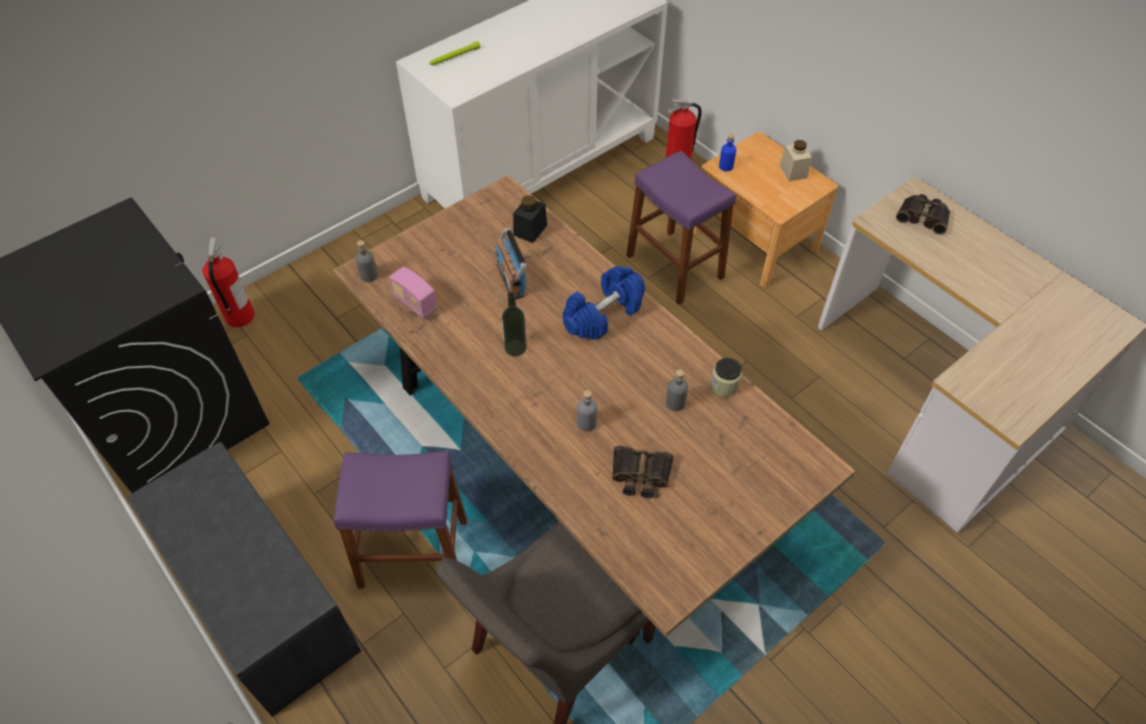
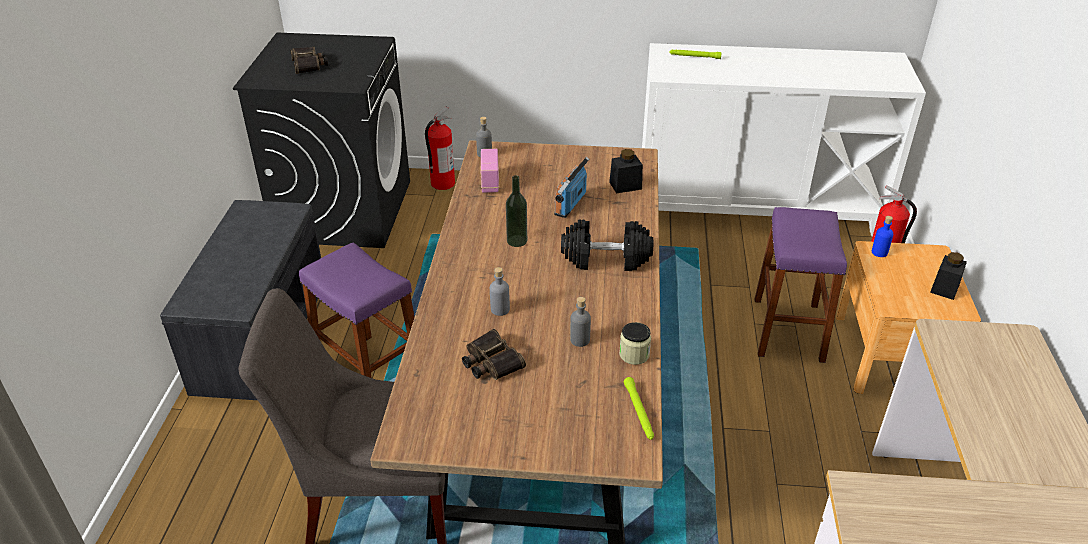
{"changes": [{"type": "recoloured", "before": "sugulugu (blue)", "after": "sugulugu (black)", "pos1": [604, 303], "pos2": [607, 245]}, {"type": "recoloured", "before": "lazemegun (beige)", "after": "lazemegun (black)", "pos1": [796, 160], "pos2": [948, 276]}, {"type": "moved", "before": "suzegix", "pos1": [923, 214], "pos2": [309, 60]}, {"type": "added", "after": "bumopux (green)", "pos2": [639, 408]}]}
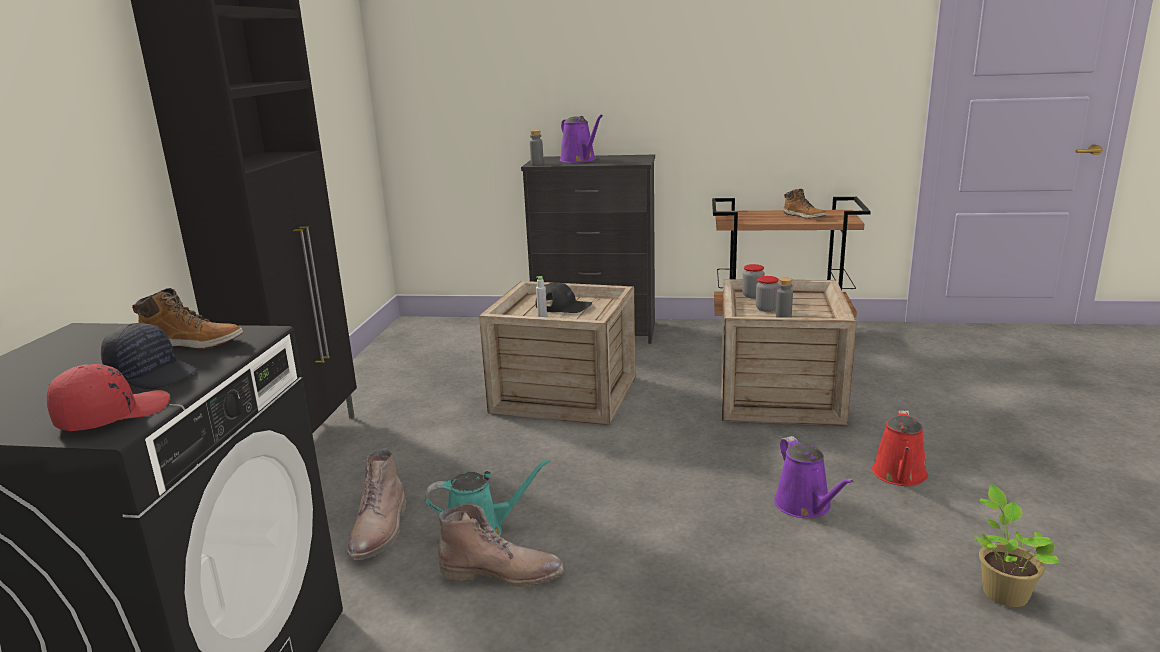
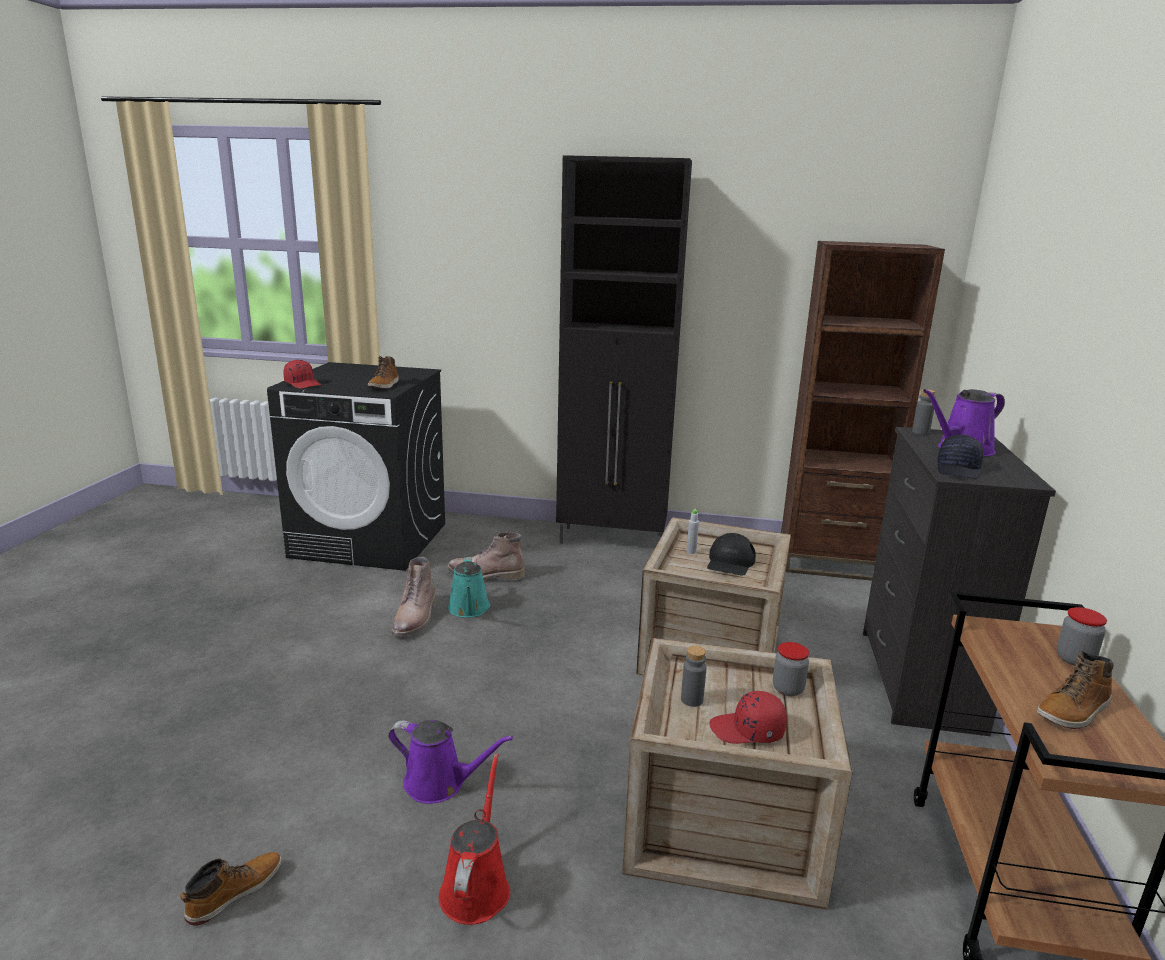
{"changes": [{"type": "moved", "before": "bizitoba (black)", "pos1": [149, 356], "pos2": [960, 457]}, {"type": "moved", "before": "lazemegun", "pos1": [767, 294], "pos2": [1082, 636]}, {"type": "turned", "before": "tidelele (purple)", "pos1": [814, 477], "pos2": [450, 762], "turn": -150}, {"type": "turned", "before": "tidelele (red)", "pos1": [900, 448], "pos2": [474, 839], "turn": 75}, {"type": "replaced", "before": "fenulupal", "after": "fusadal", "pos1": [1016, 545], "pos2": [231, 889]}, {"type": "added", "after": "bizitoba (red)", "pos2": [748, 717]}, {"type": "added", "after": "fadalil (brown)", "pos2": [863, 411]}]}
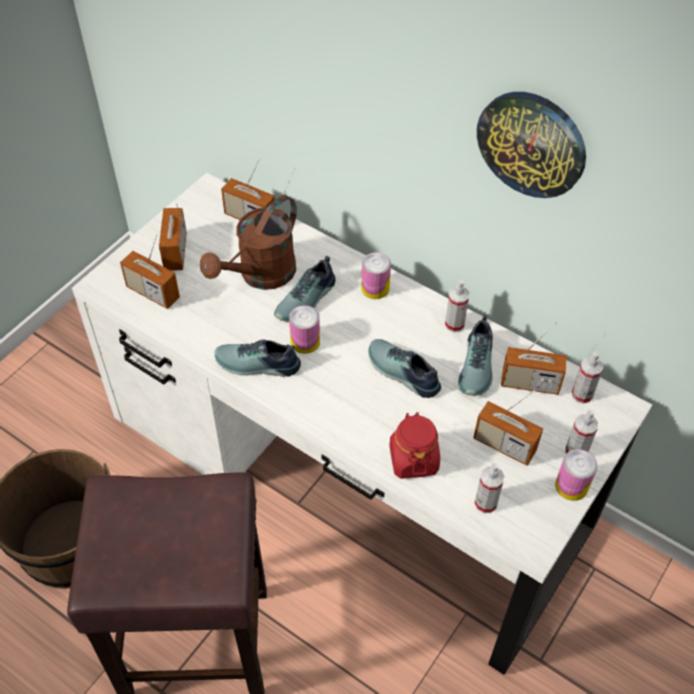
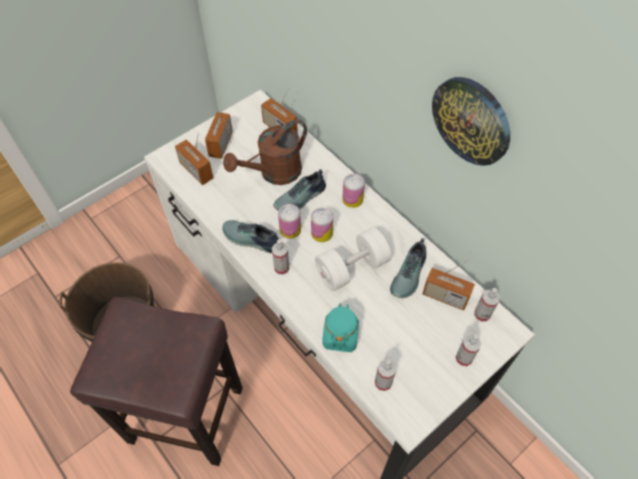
{"changes": [{"type": "replaced", "before": "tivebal", "after": "sugulugu (white)", "pos1": [404, 368], "pos2": [353, 259]}, {"type": "recoloured", "before": "lazemegun (red)", "after": "lazemegun (turquoise)", "pos1": [415, 445], "pos2": [340, 327]}, {"type": "moved", "before": "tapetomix", "pos1": [457, 305], "pos2": [280, 257]}, {"type": "removed", "before": "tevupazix", "pos1": [508, 428]}, {"type": "moved", "before": "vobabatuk", "pos1": [576, 475], "pos2": [322, 225]}]}
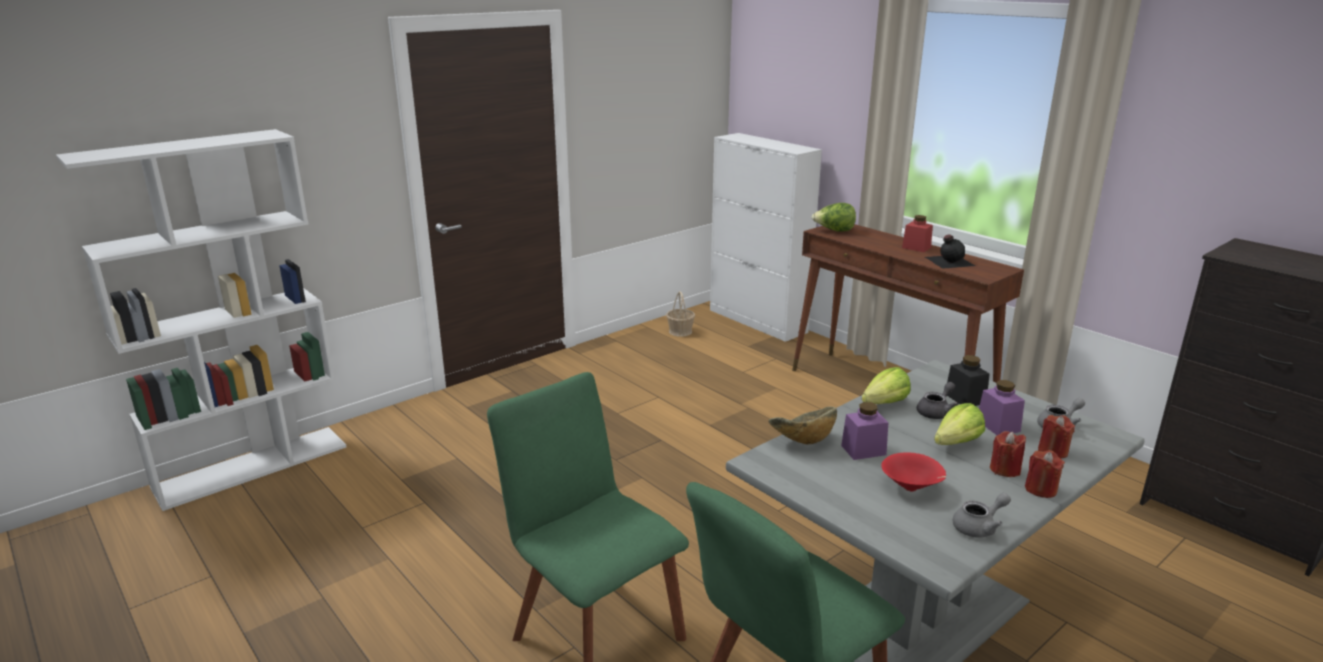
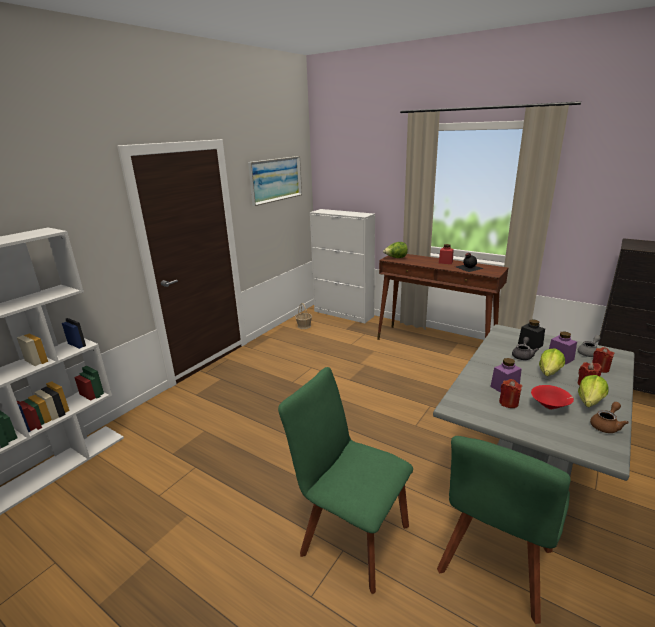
{"changes": [{"type": "removed", "before": "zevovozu", "pos1": [802, 426]}, {"type": "moved", "before": "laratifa", "pos1": [886, 385], "pos2": [593, 391]}, {"type": "recoloured", "before": "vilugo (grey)", "after": "vilugo (brown)", "pos1": [982, 515], "pos2": [609, 417]}, {"type": "moved", "before": "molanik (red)", "pos1": [1045, 474], "pos2": [510, 393]}, {"type": "added", "after": "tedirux", "pos2": [275, 181]}]}
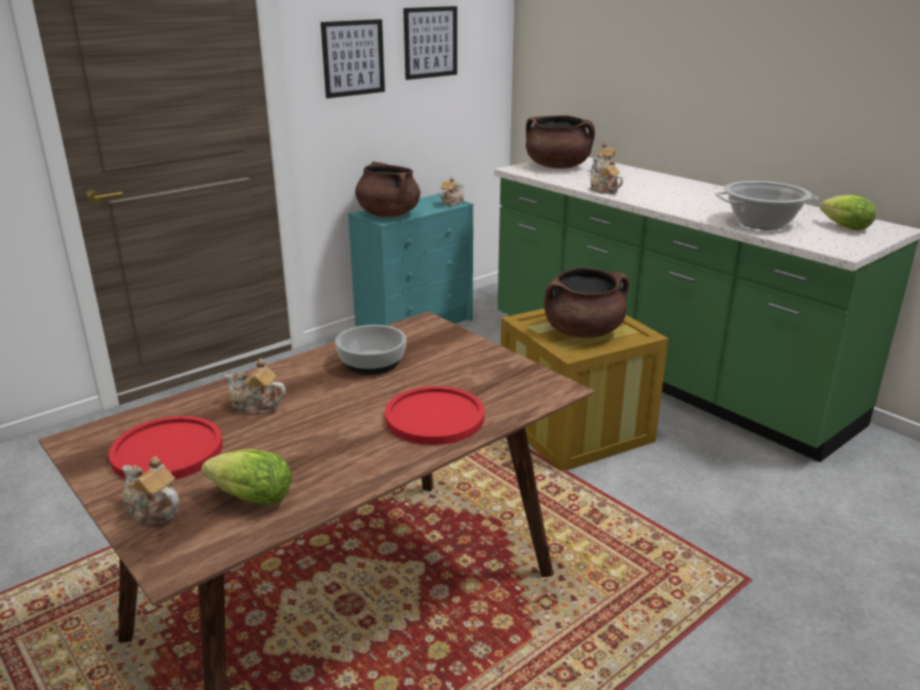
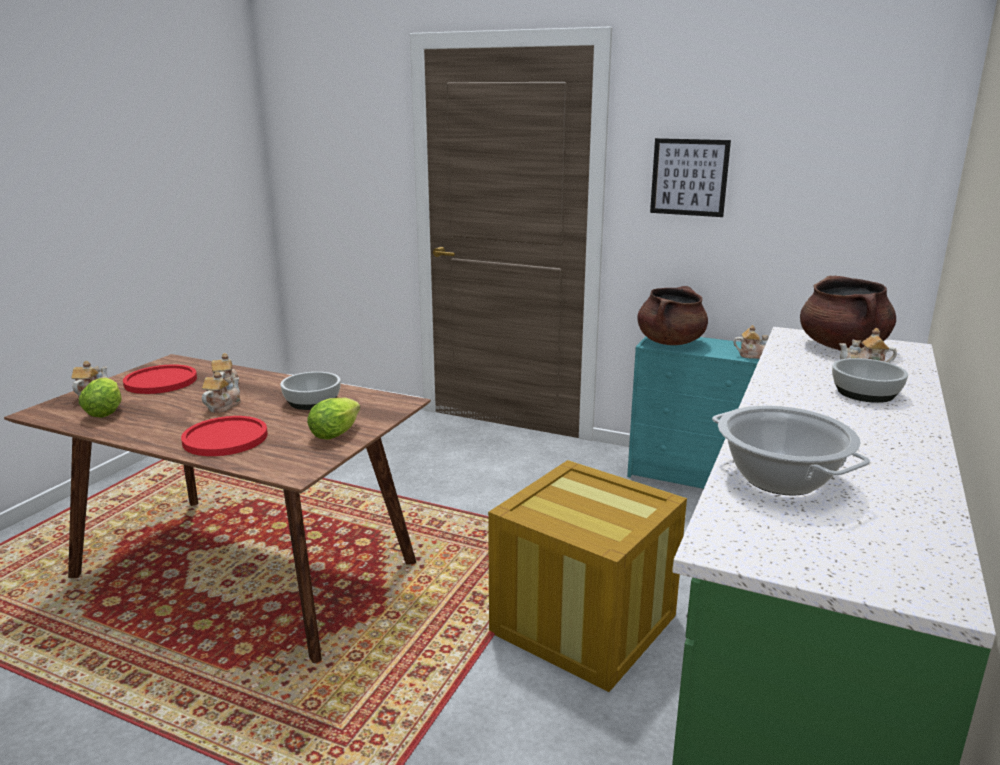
{"changes": [{"type": "removed", "before": "tedirux", "pos1": [430, 43]}, {"type": "removed", "before": "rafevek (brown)", "pos1": [586, 302]}, {"type": "moved", "before": "vilugo", "pos1": [606, 176], "pos2": [221, 392]}, {"type": "moved", "before": "laratifa", "pos1": [848, 213], "pos2": [333, 418]}, {"type": "added", "after": "zevovozu", "pos2": [870, 380]}]}
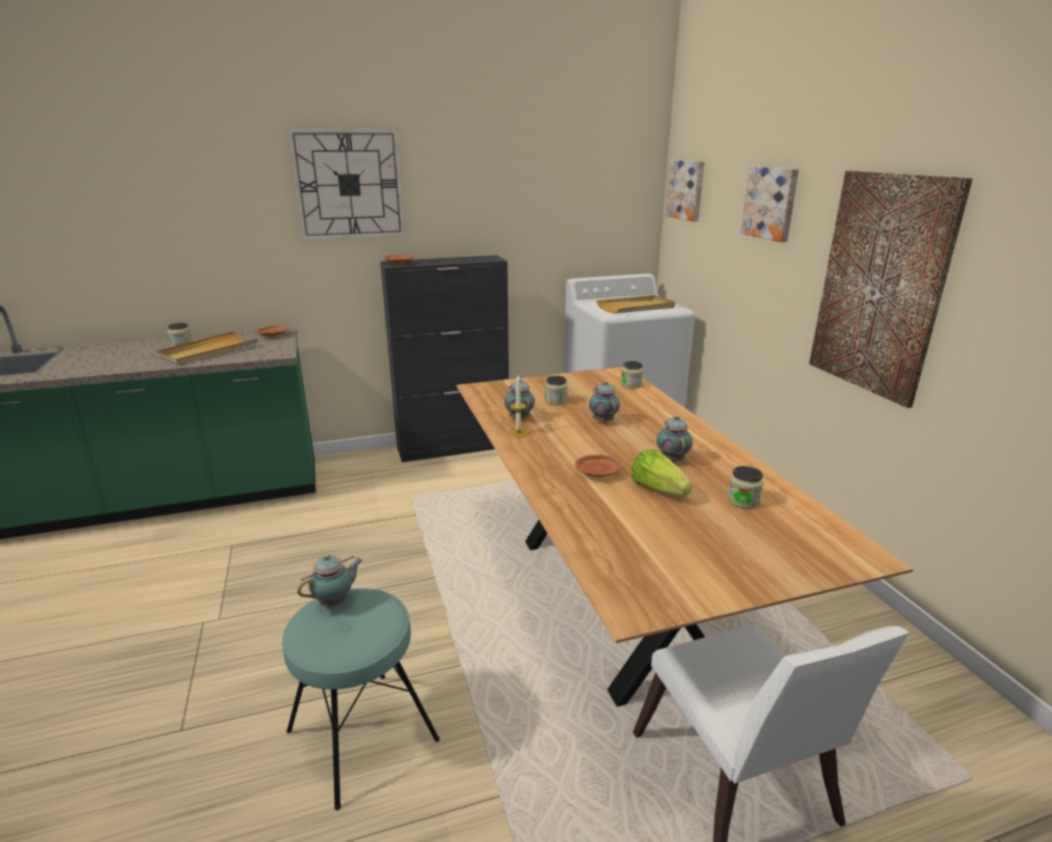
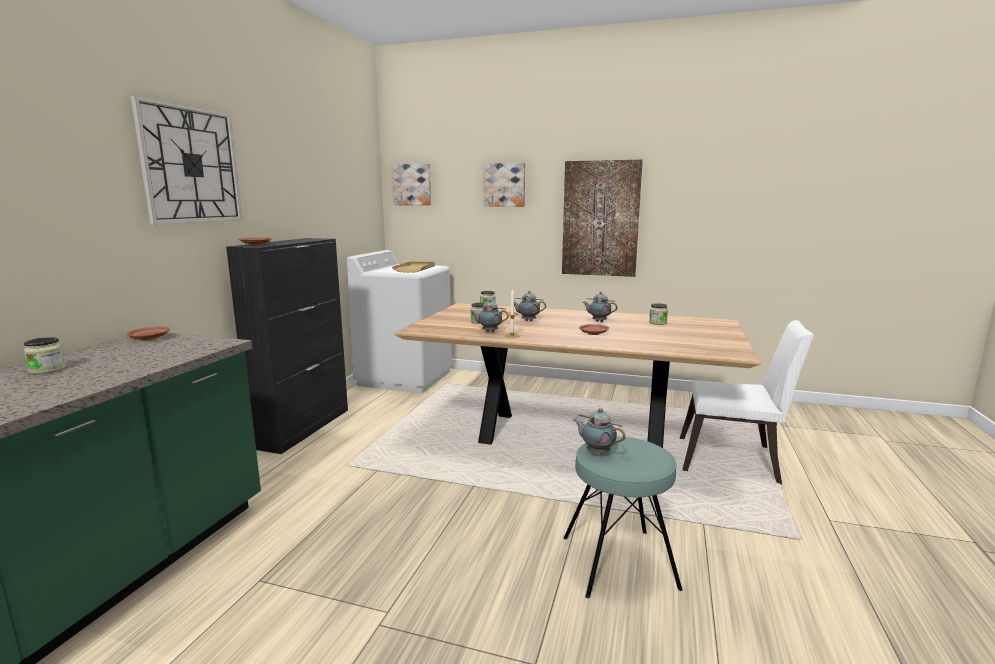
{"changes": [{"type": "removed", "before": "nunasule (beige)", "pos1": [207, 348]}, {"type": "turned", "before": "vilugo", "pos1": [330, 580], "pos2": [599, 431], "turn": -45}, {"type": "removed", "before": "laratifa", "pos1": [661, 472]}]}
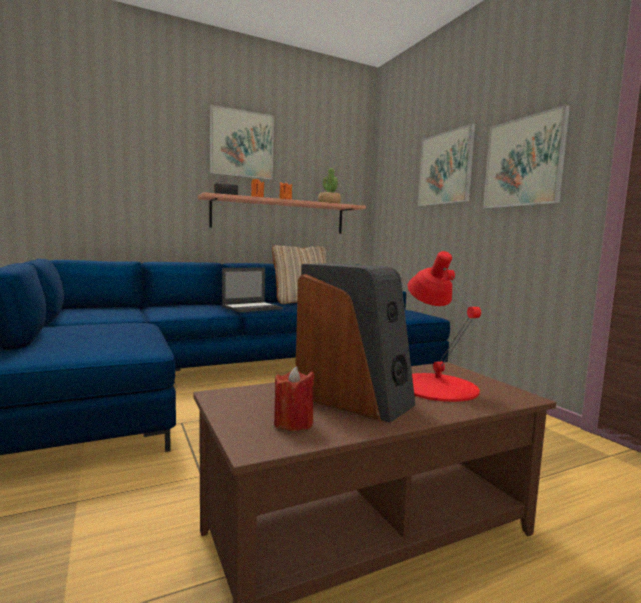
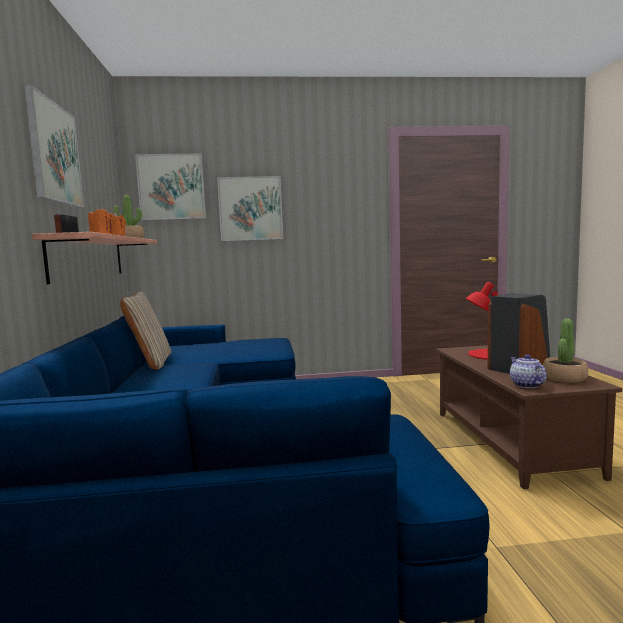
{"changes": [{"type": "removed", "before": "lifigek", "pos1": [252, 290]}, {"type": "replaced", "before": "molanik (red)", "after": "fenulupal", "pos1": [294, 398], "pos2": [565, 350]}, {"type": "moved", "before": "tedirux", "pos1": [526, 157], "pos2": [170, 186]}, {"type": "added", "after": "vilugo", "pos2": [528, 371]}]}
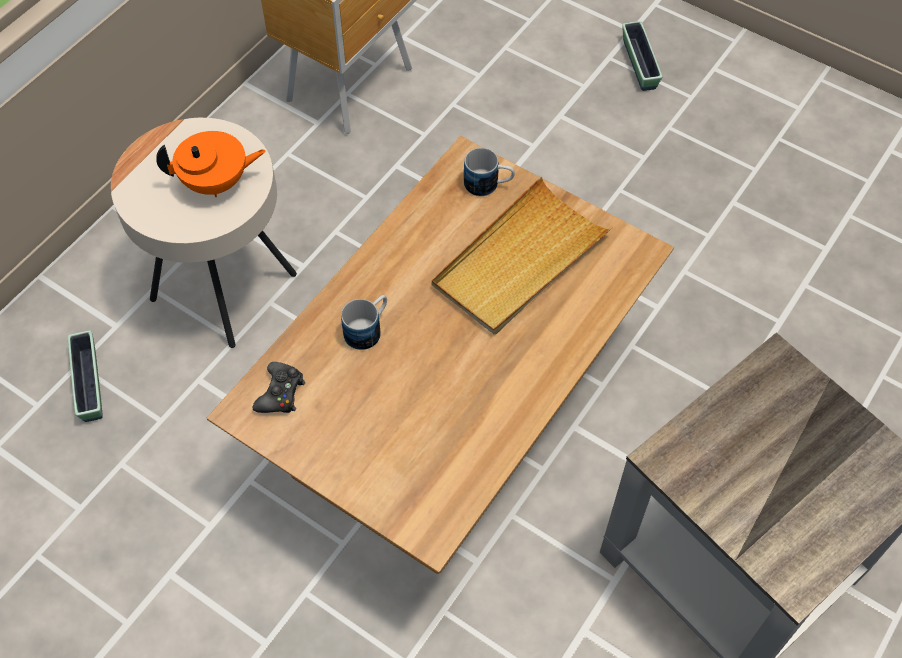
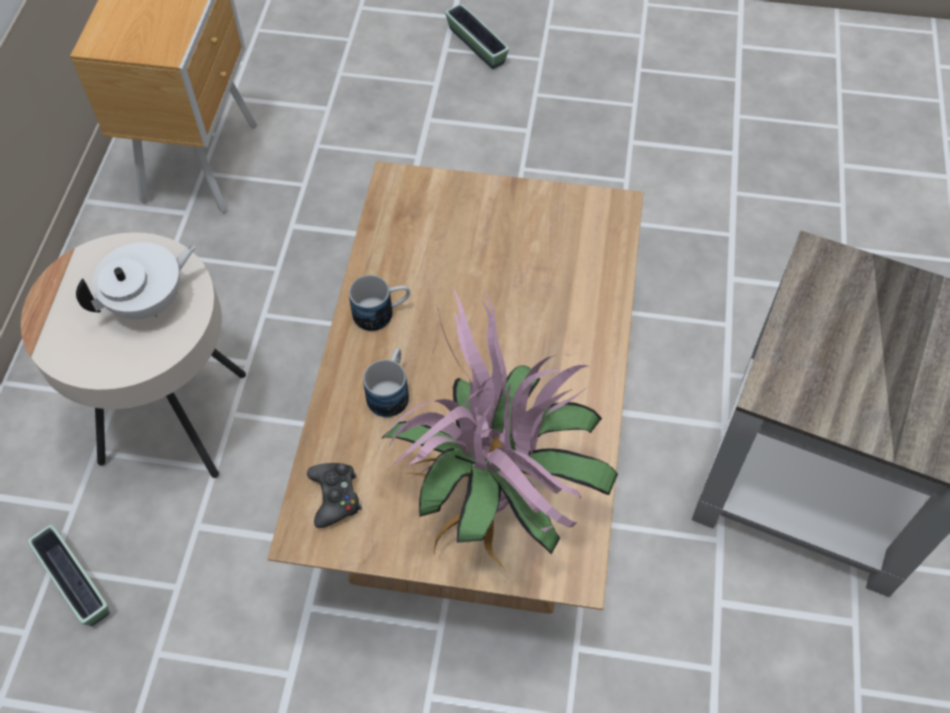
{"changes": [{"type": "recoloured", "before": "vilugo (orange)", "after": "vilugo (white)", "pos1": [211, 164], "pos2": [136, 280]}, {"type": "removed", "before": "nunasule (beige)", "pos1": [522, 256]}, {"type": "moved", "before": "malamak", "pos1": [489, 172], "pos2": [379, 303]}, {"type": "added", "after": "fenulupal", "pos2": [499, 427]}]}
